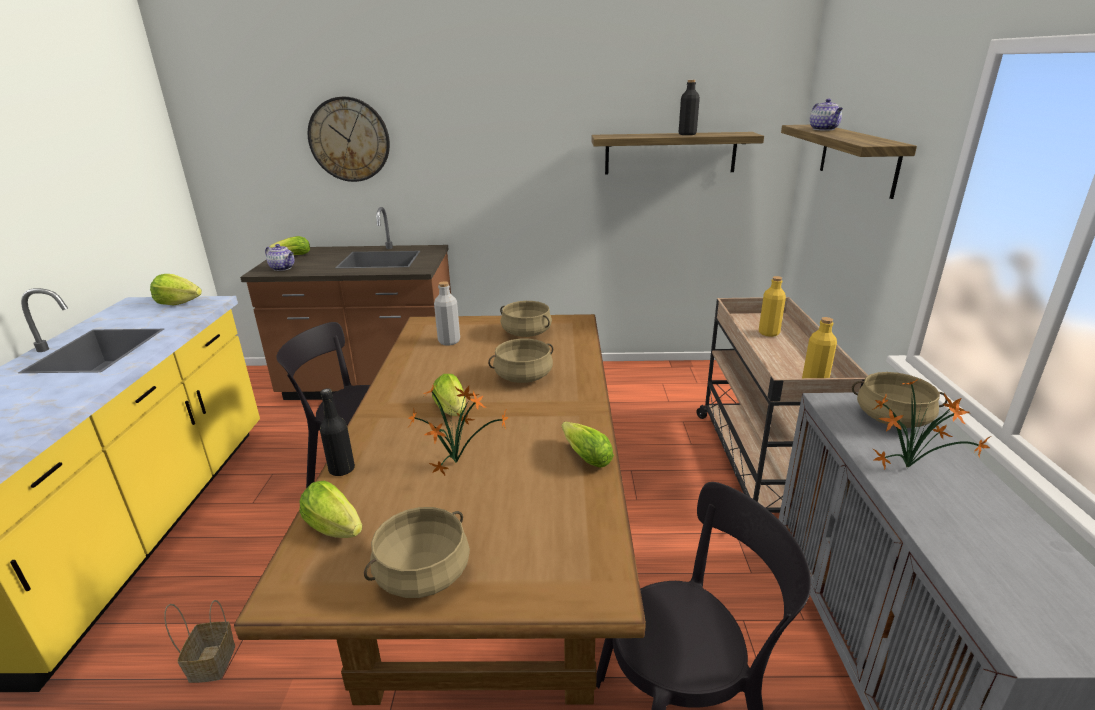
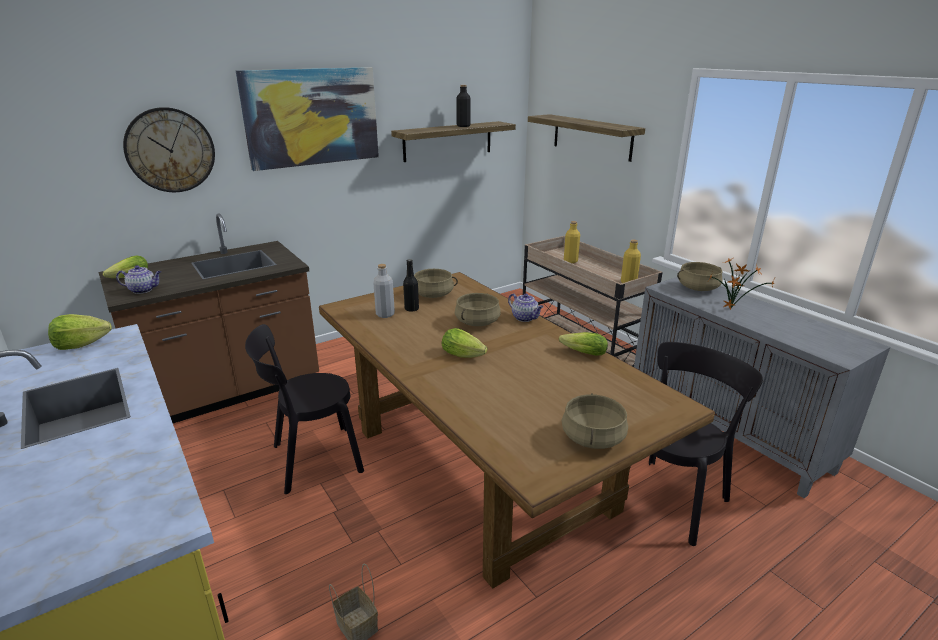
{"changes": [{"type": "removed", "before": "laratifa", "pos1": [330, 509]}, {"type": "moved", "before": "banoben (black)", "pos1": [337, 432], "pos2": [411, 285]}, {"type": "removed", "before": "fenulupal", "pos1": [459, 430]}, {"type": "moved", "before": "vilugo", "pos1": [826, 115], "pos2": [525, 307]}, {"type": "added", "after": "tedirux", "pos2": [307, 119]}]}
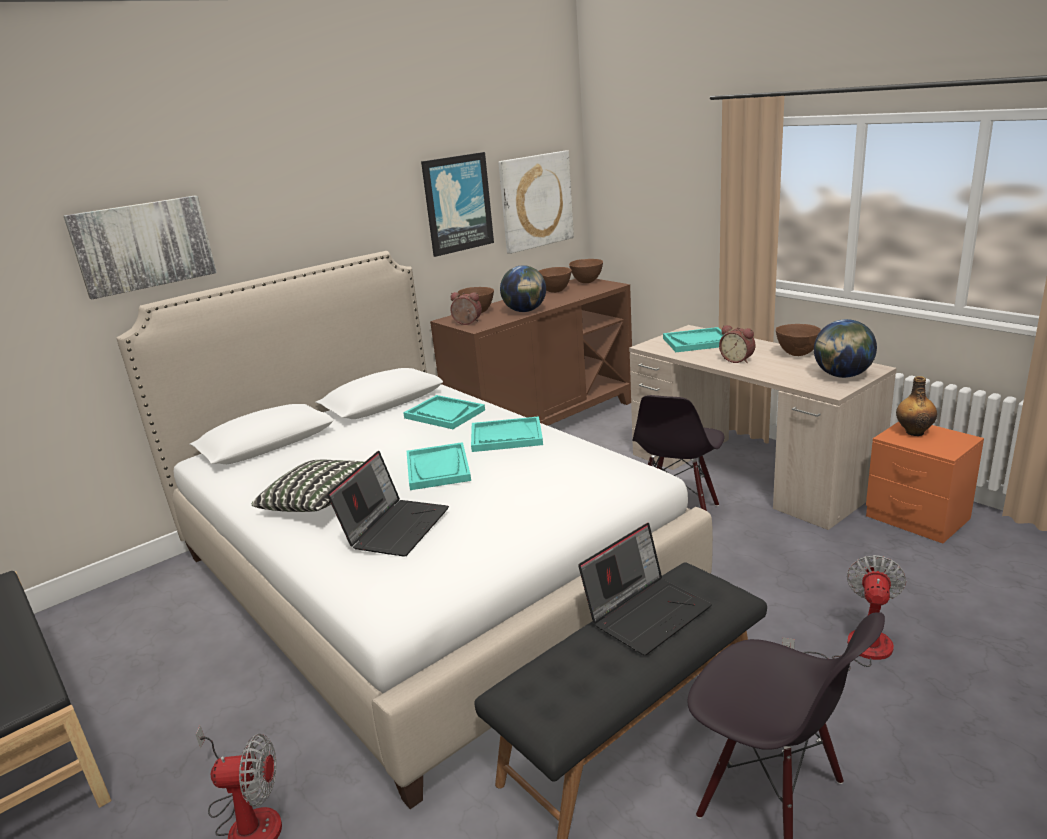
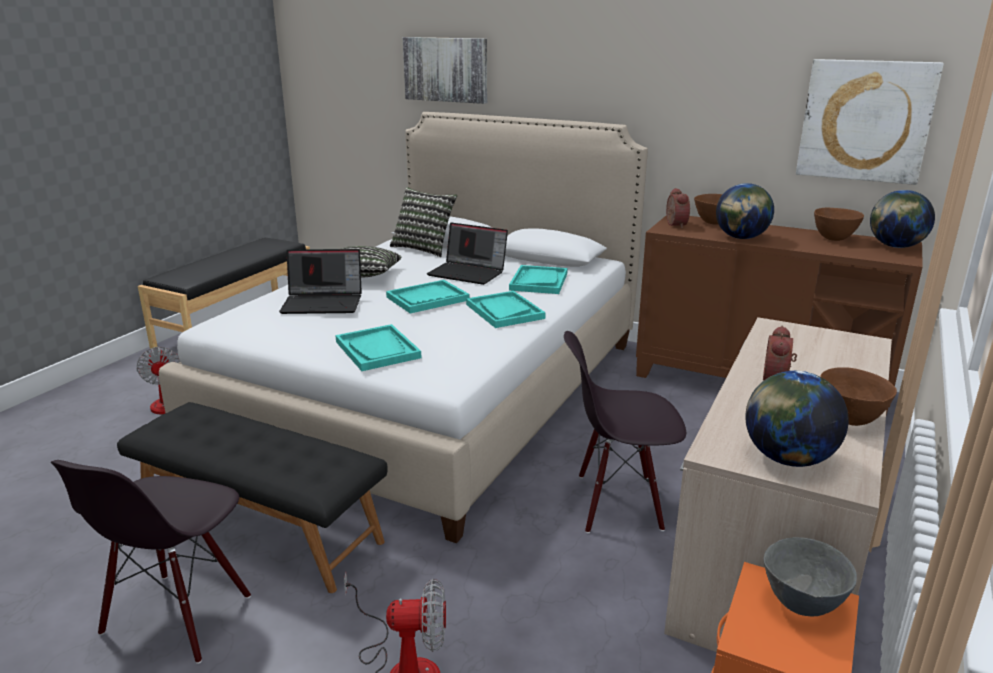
{"changes": [{"type": "removed", "before": "tedirux", "pos1": [457, 204]}, {"type": "replaced", "before": "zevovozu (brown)", "after": "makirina", "pos1": [586, 271], "pos2": [902, 219]}, {"type": "moved", "before": "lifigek", "pos1": [645, 589], "pos2": [467, 253]}, {"type": "moved", "before": "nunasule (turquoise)", "pos1": [693, 339], "pos2": [378, 347]}, {"type": "replaced", "before": "banoben", "after": "zevovozu (grey)", "pos1": [916, 406], "pos2": [810, 576]}, {"type": "added", "after": "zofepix", "pos2": [423, 222]}]}
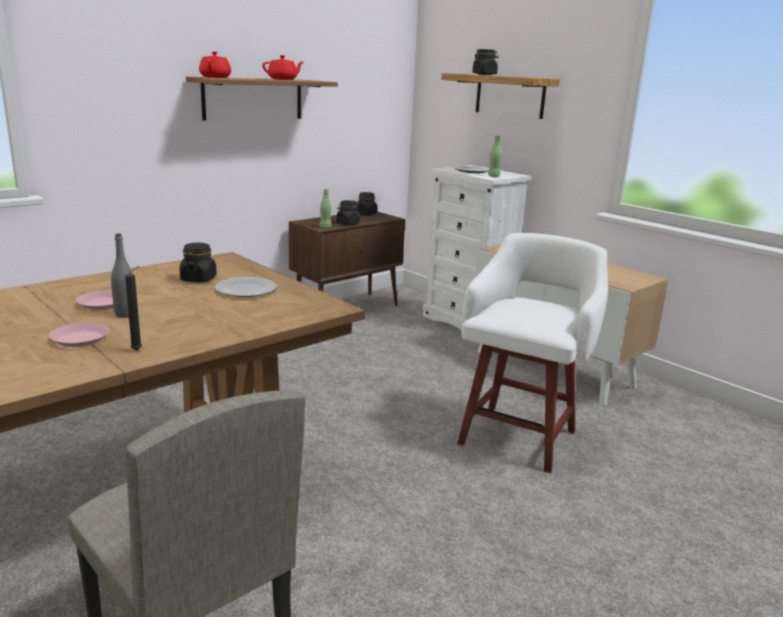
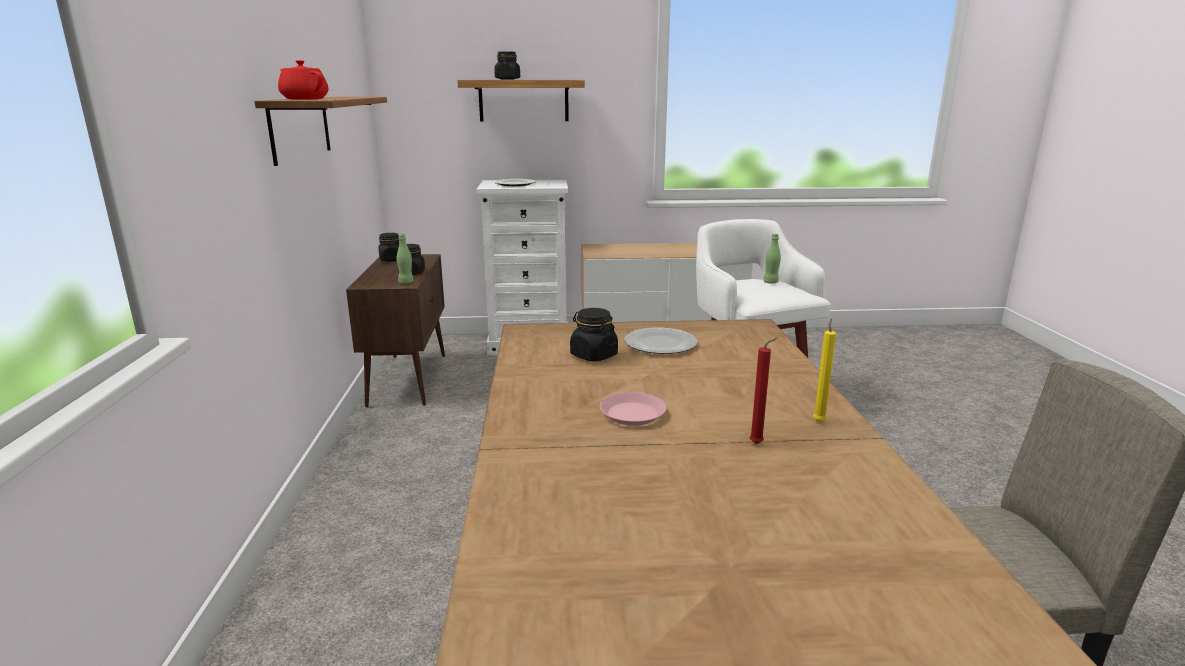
{"changes": [{"type": "replaced", "before": "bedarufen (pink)", "after": "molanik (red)", "pos1": [79, 334], "pos2": [763, 390]}, {"type": "removed", "before": "banoben (grey)", "pos1": [122, 275]}, {"type": "recoloured", "before": "molanik (black)", "after": "molanik (yellow)", "pos1": [133, 308], "pos2": [824, 370]}, {"type": "removed", "before": "vilugo (red)", "pos1": [282, 67]}, {"type": "moved", "before": "banoben (green)", "pos1": [495, 156], "pos2": [772, 259]}]}
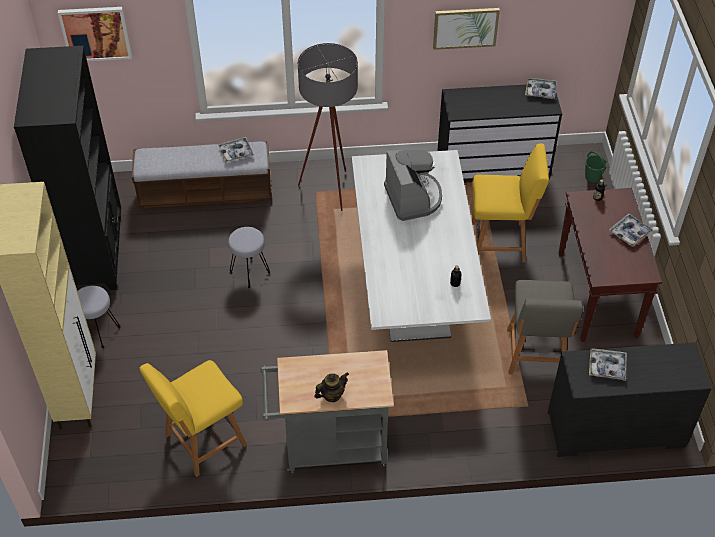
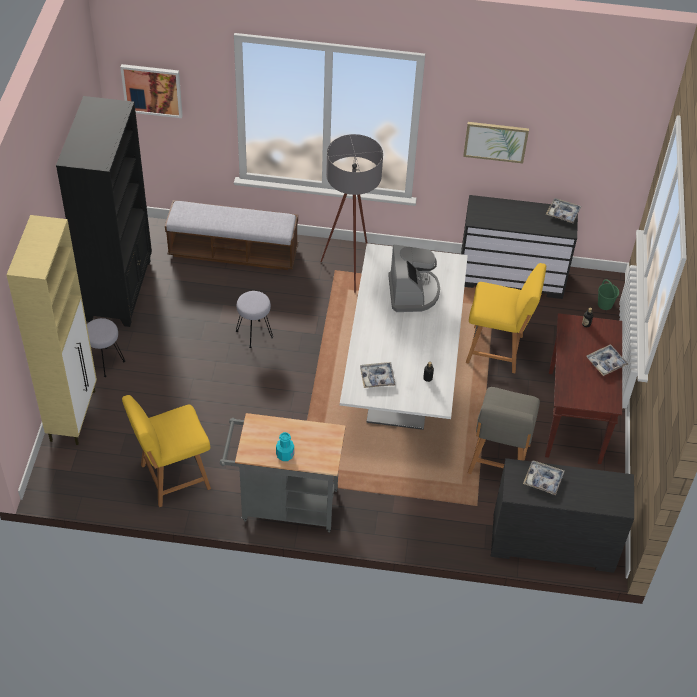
{"changes": [{"type": "moved", "before": "nunasule", "pos1": [236, 149], "pos2": [378, 375]}, {"type": "replaced", "before": "vilugo", "after": "banoben (turquoise)", "pos1": [331, 387], "pos2": [285, 446]}]}
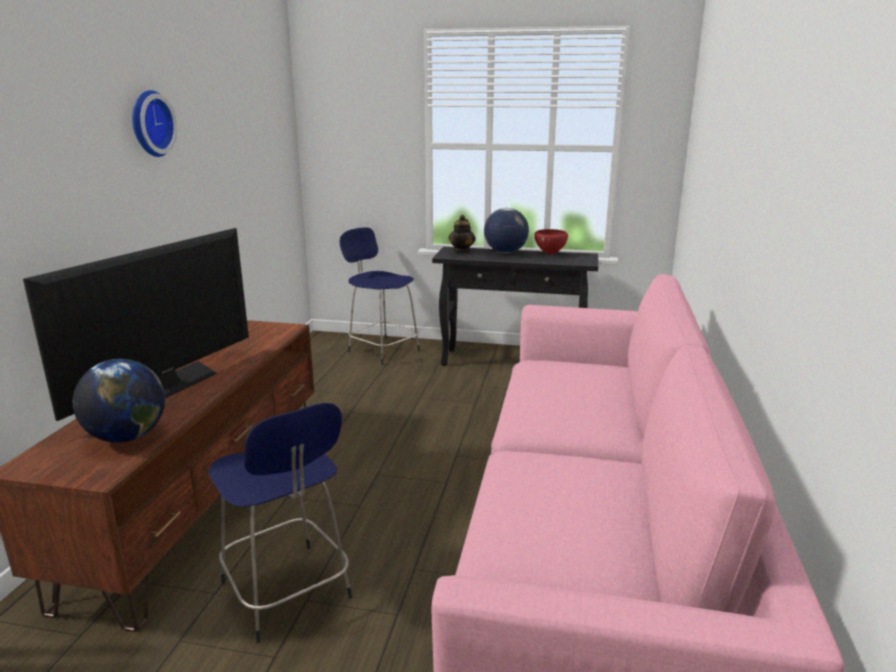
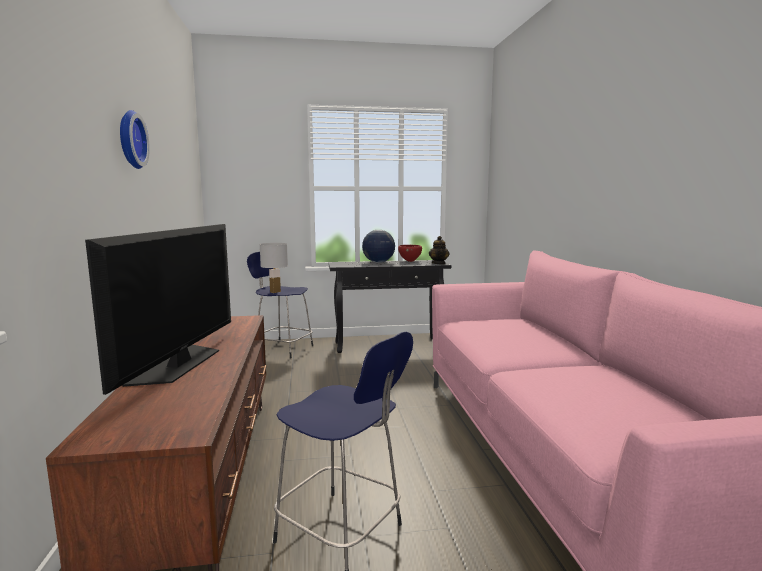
{"changes": [{"type": "removed", "before": "makirina", "pos1": [119, 401]}, {"type": "moved", "before": "vilugo", "pos1": [462, 234], "pos2": [439, 250]}, {"type": "added", "after": "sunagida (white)", "pos2": [274, 268]}]}
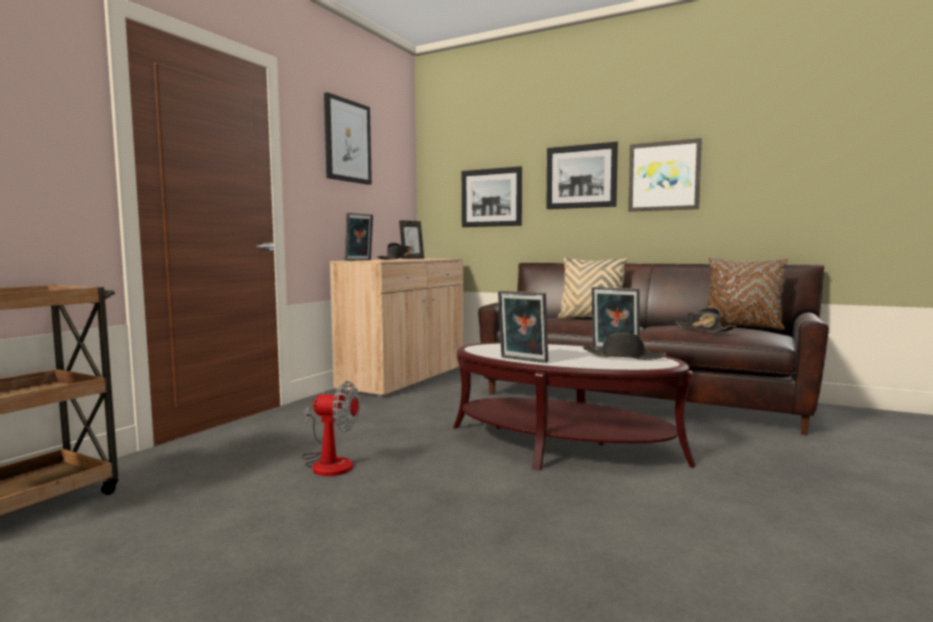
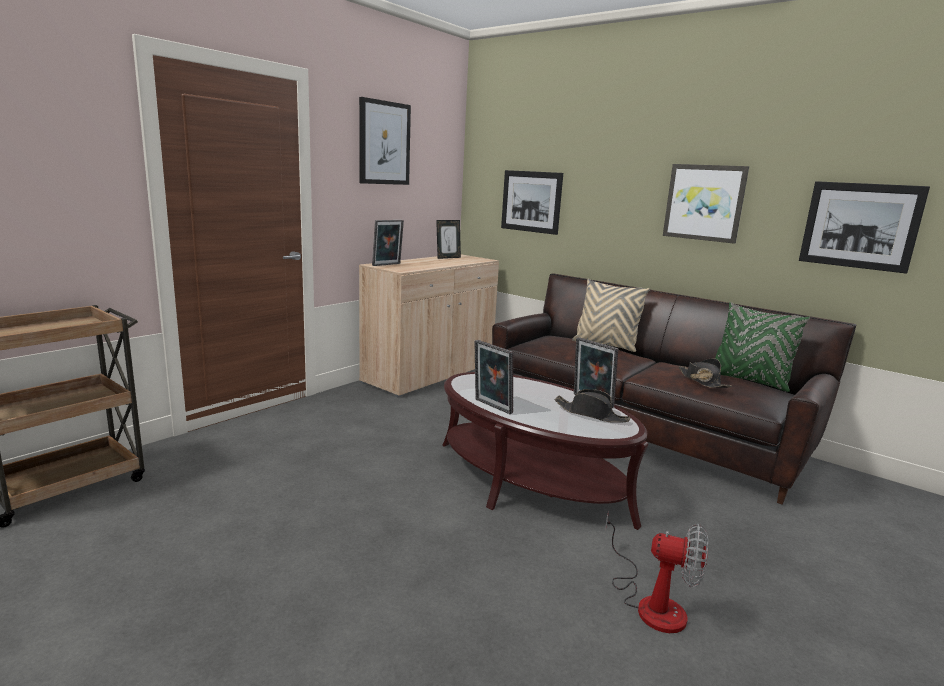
{"changes": [{"type": "moved", "before": "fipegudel", "pos1": [331, 428], "pos2": [656, 572]}, {"type": "removed", "before": "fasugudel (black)", "pos1": [398, 251]}, {"type": "moved", "before": "tedirux", "pos1": [582, 175], "pos2": [864, 227]}, {"type": "recoloured", "before": "zofepix (brown)", "after": "zofepix (green)", "pos1": [747, 293], "pos2": [762, 347]}]}
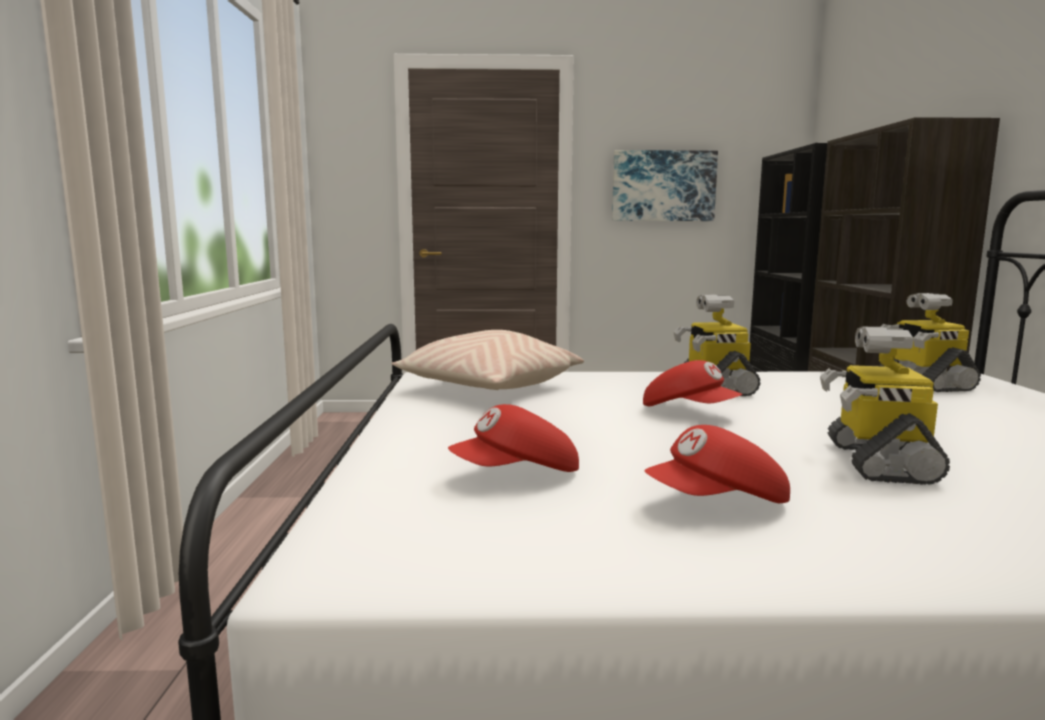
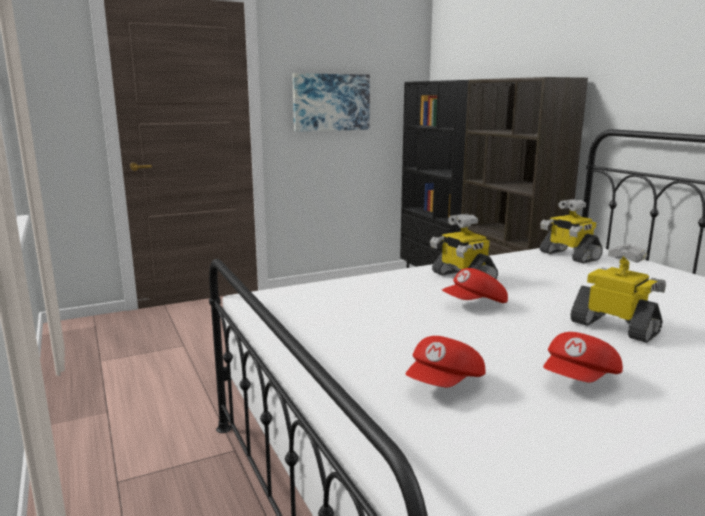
{"changes": [{"type": "removed", "before": "zofepix (beige)", "pos1": [487, 360]}, {"type": "turned", "before": "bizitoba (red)", "pos1": [693, 383], "pos2": [475, 285], "turn": 135}, {"type": "turned", "before": "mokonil", "pos1": [885, 406], "pos2": [618, 293], "turn": 150}]}
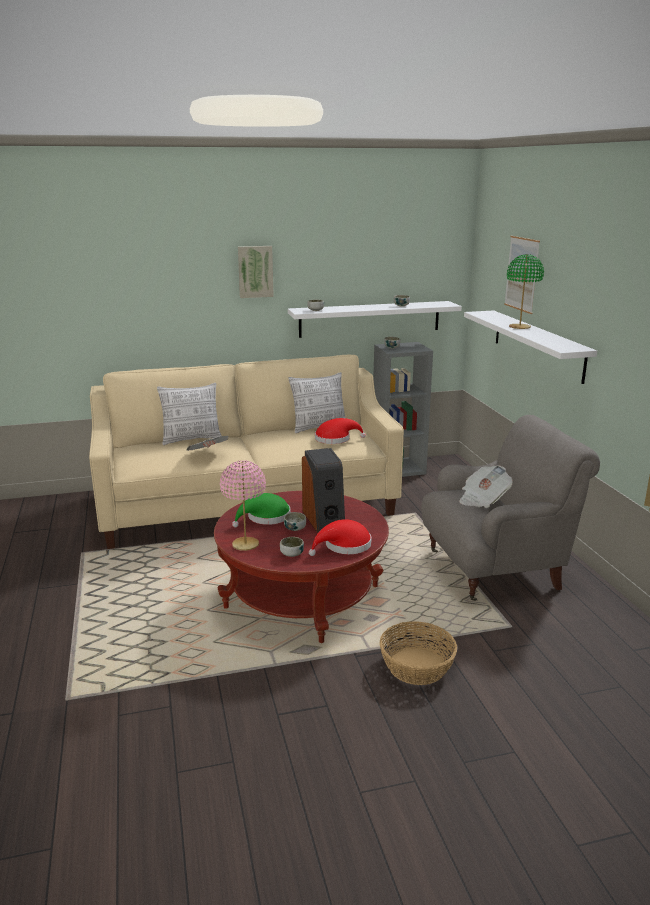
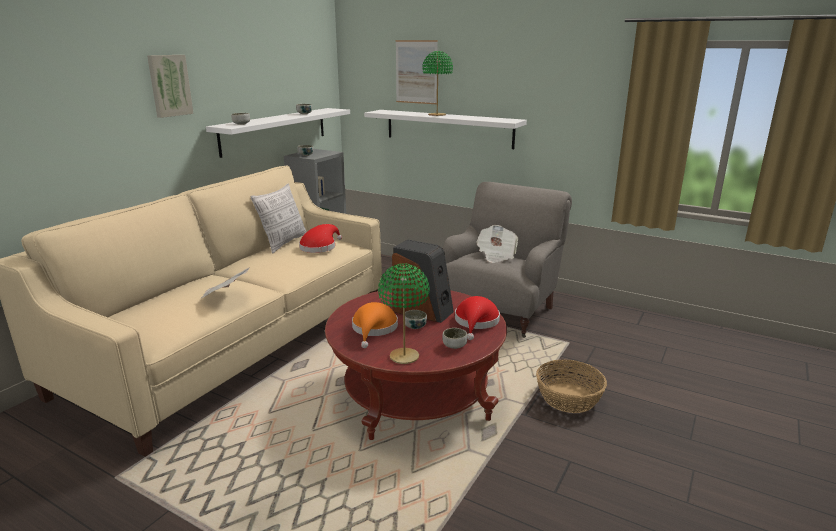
{"changes": [{"type": "removed", "before": "zofepix", "pos1": [189, 414]}, {"type": "recoloured", "before": "sunagida (pink)", "after": "sunagida (green)", "pos1": [243, 505], "pos2": [403, 313]}, {"type": "recoloured", "before": "fasugudel (green)", "after": "fasugudel (orange)", "pos1": [261, 510], "pos2": [375, 325]}]}
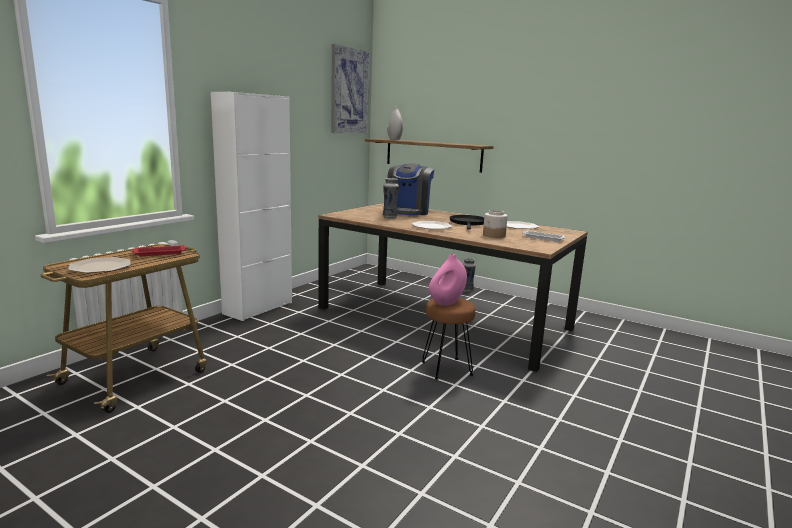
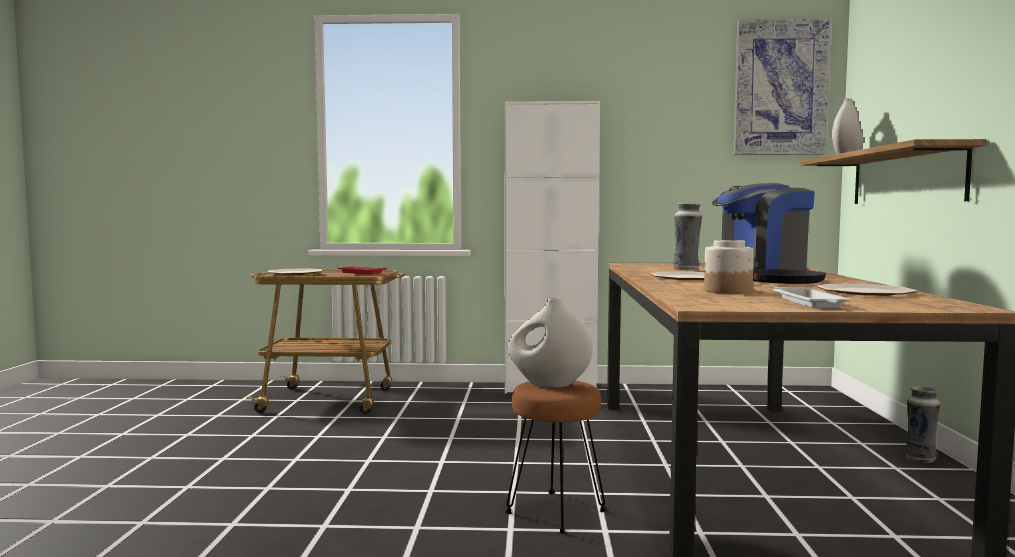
{"changes": [{"type": "recoloured", "before": "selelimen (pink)", "after": "selelimen (white)", "pos1": [447, 280], "pos2": [550, 343]}]}
